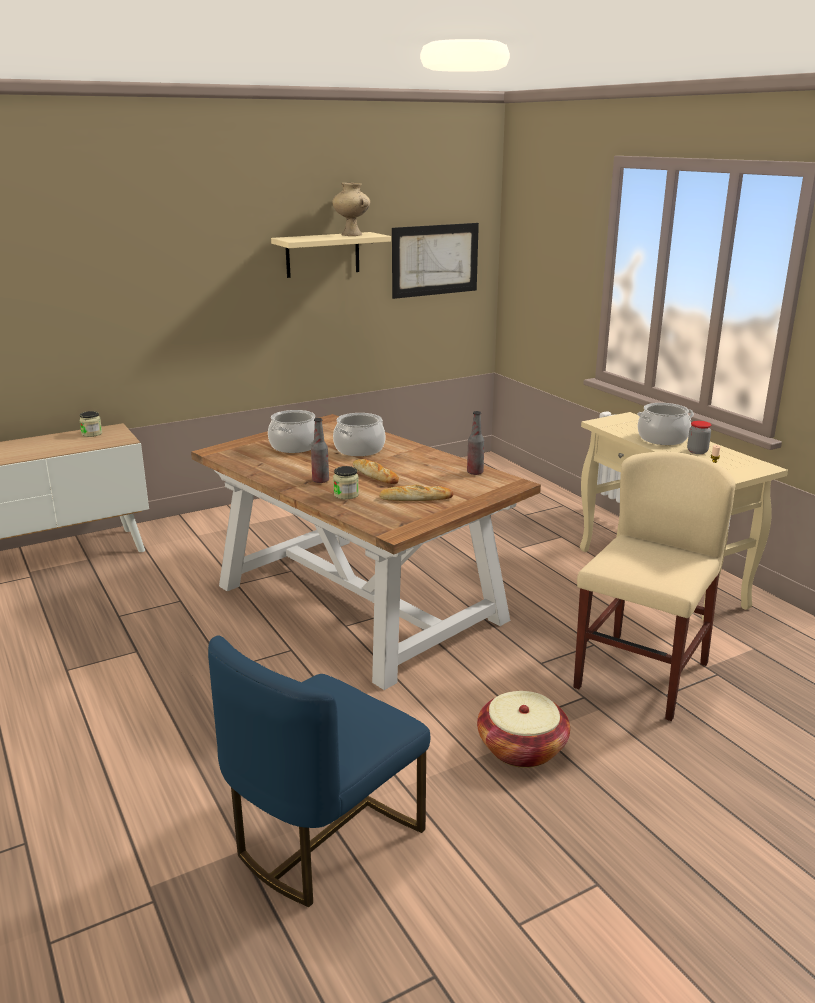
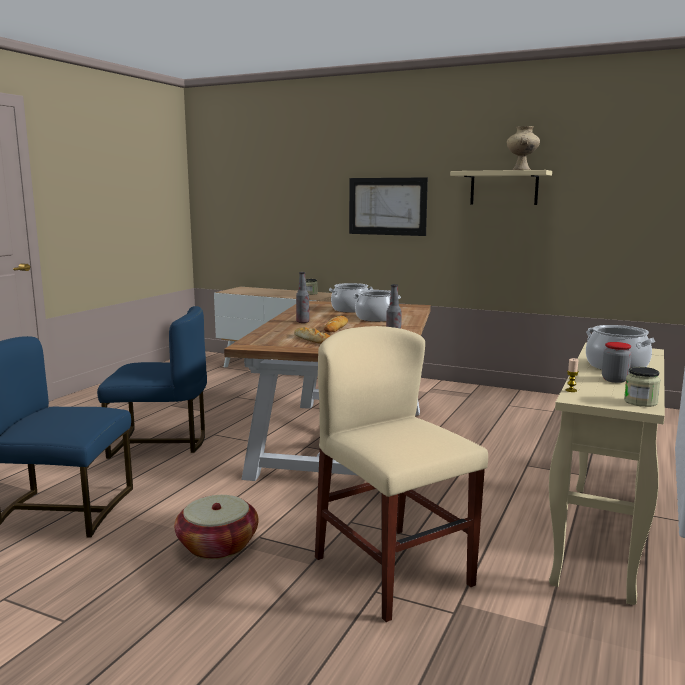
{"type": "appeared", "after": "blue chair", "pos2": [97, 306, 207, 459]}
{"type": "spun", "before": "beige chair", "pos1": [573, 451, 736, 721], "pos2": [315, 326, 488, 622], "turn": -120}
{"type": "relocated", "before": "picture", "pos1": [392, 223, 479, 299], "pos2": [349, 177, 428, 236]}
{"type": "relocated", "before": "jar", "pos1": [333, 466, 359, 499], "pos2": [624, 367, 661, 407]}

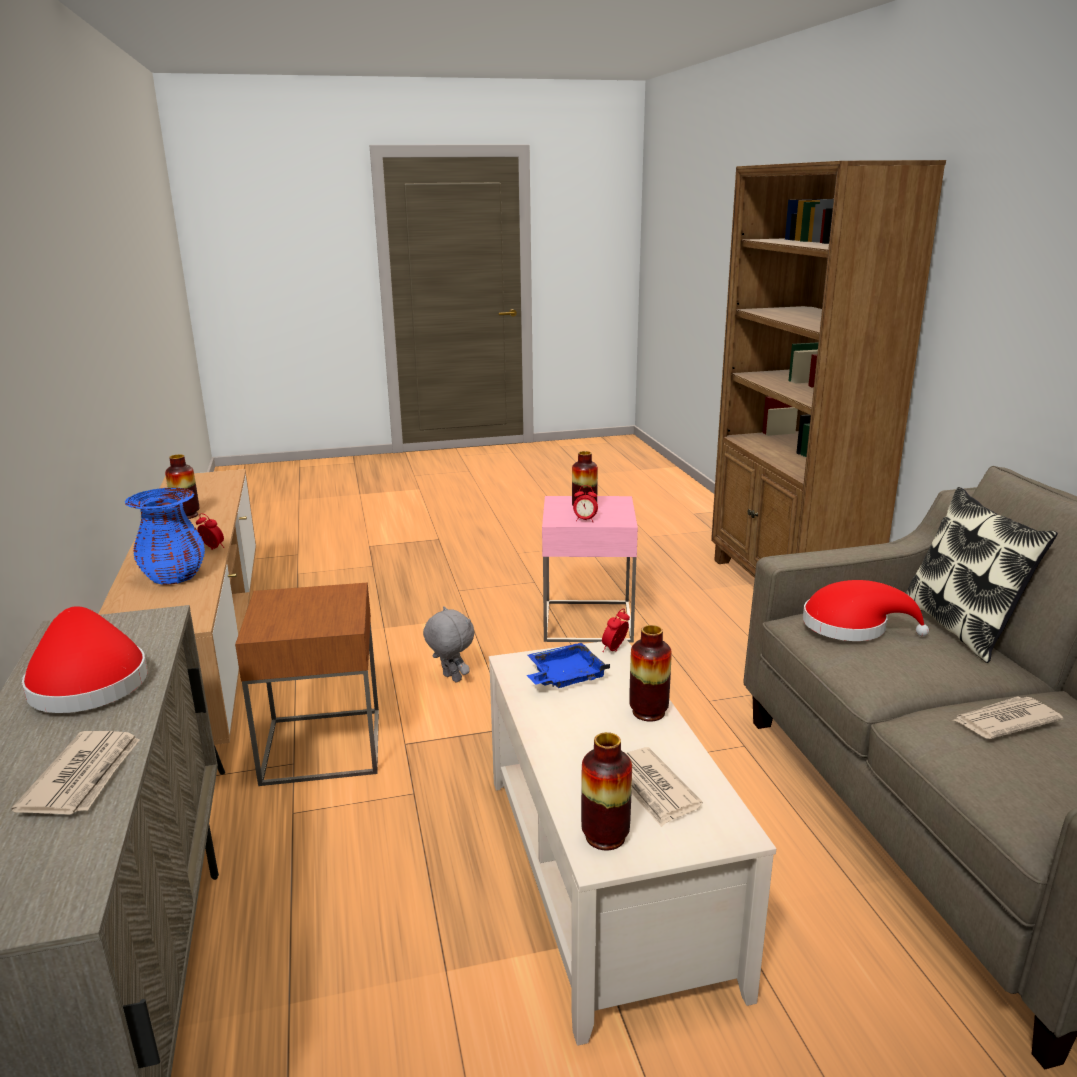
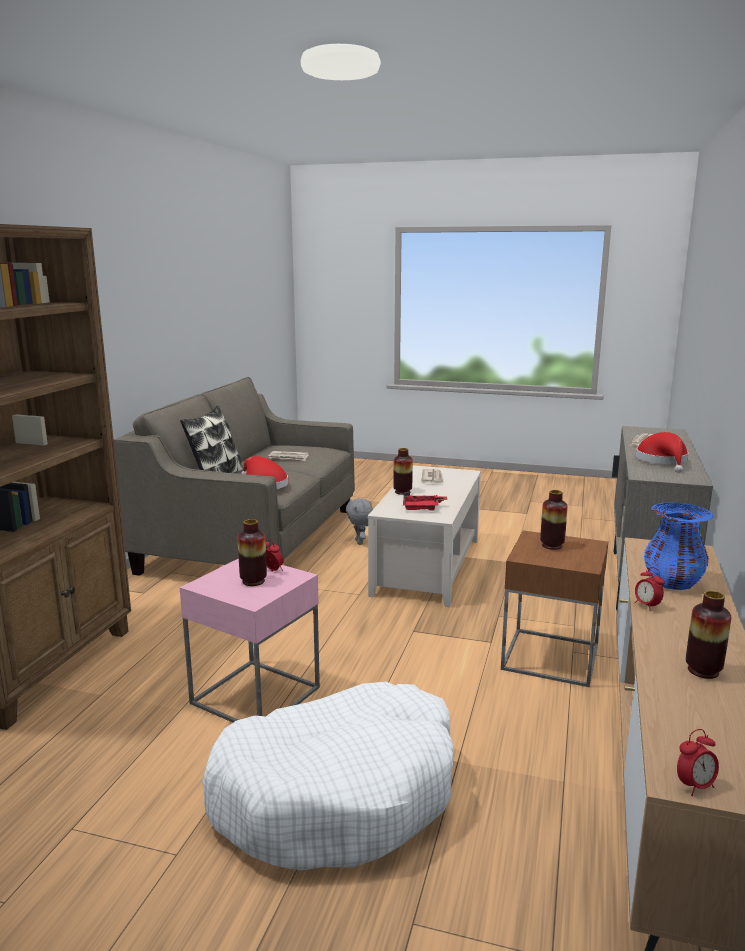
{"type": "appeared", "after": "white dog bed", "pos2": [202, 682, 453, 870]}
{"type": "relocated", "before": "grey plush toy", "pos1": [423, 606, 475, 683], "pos2": [346, 498, 373, 545]}
{"type": "colour", "before": "blue tray", "after": "red tray", "pos1": [527, 643, 610, 688], "pos2": [403, 492, 447, 511]}
{"type": "relocated", "before": "vase", "pos1": [581, 732, 632, 850], "pos2": [540, 490, 568, 550]}
{"type": "relocated", "before": "alarm clock", "pos1": [602, 608, 630, 652], "pos2": [677, 729, 719, 796]}

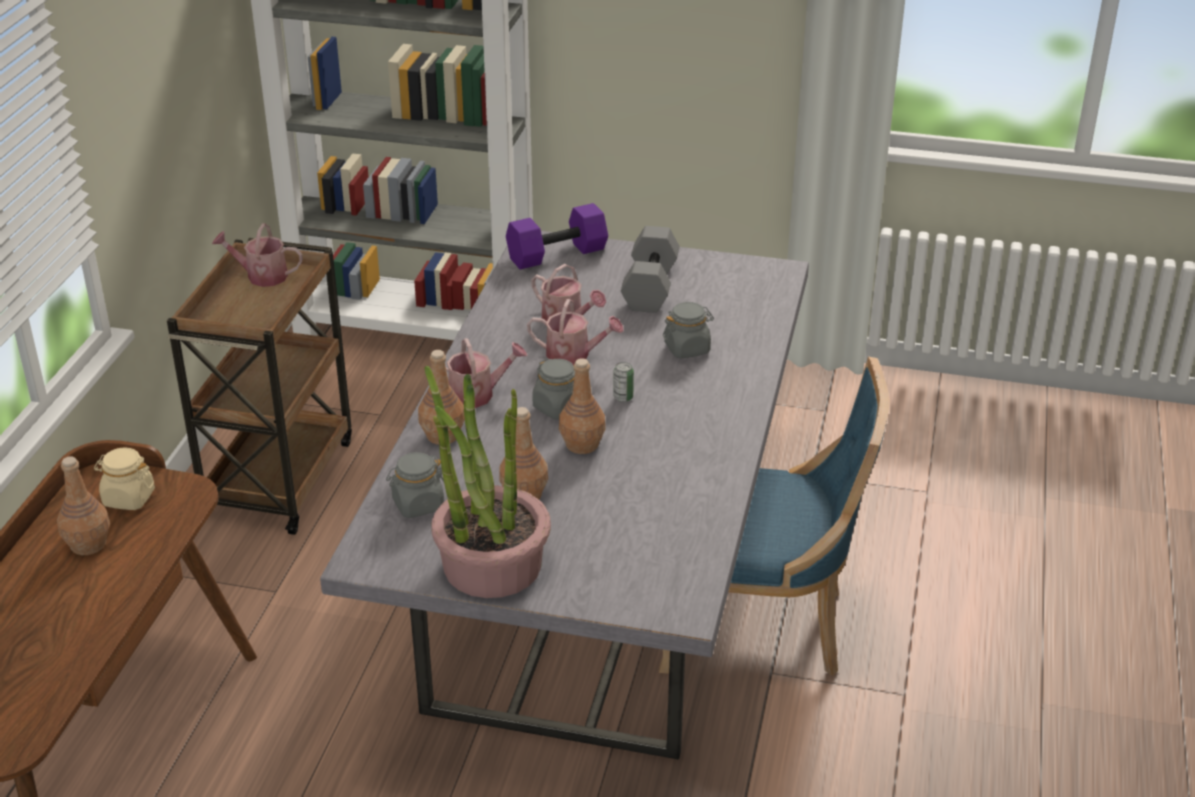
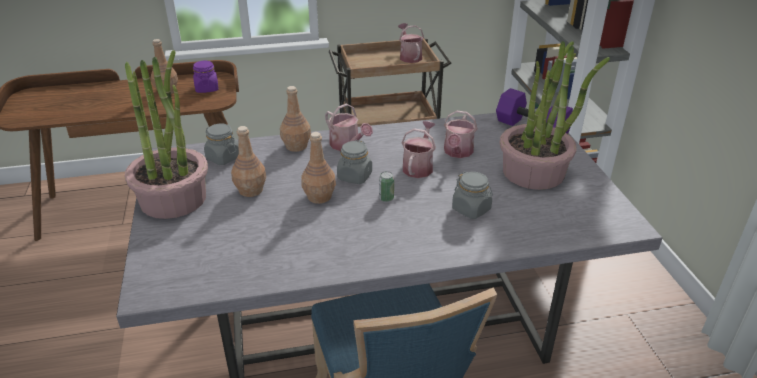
{"type": "colour", "before": "beige jar", "after": "purple jar", "pos1": [94, 447, 155, 510], "pos2": [193, 61, 218, 93]}
{"type": "spun", "before": "watering can", "pos1": [527, 299, 624, 365], "pos2": [402, 121, 436, 178], "turn": -150}
{"type": "exchanged", "before": "grey dumbbell", "after": "potted plant", "pos1": [621, 226, 680, 313], "pos2": [500, 41, 610, 190]}

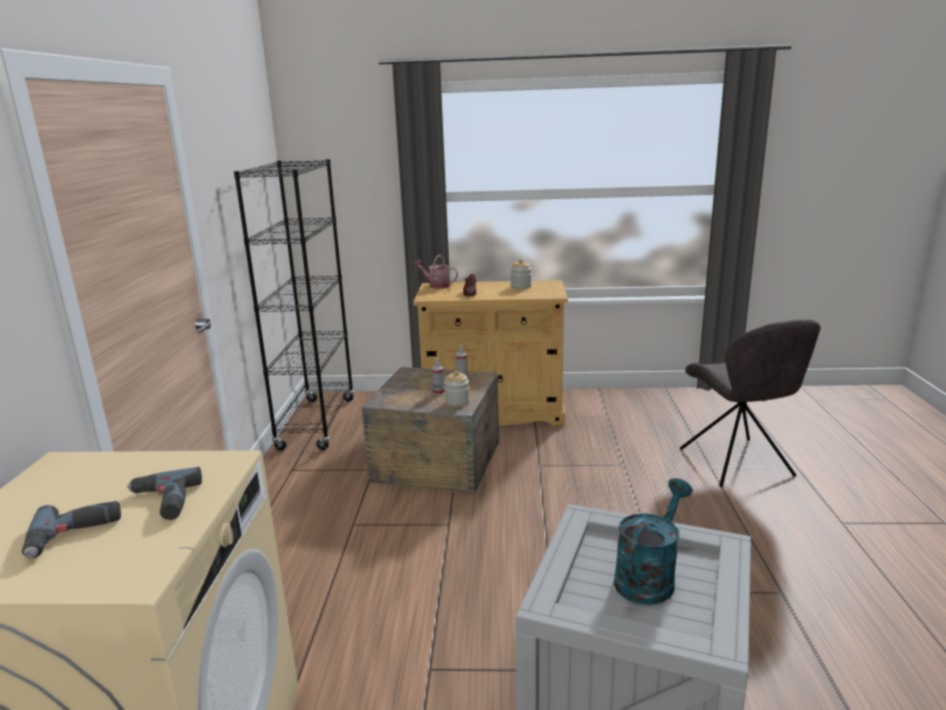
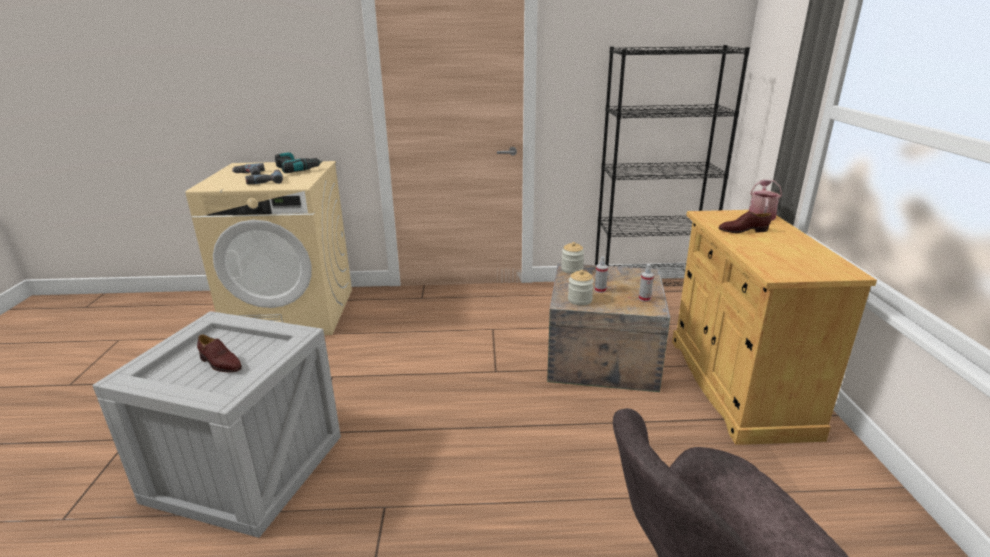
{"type": "exchanged", "before": "turquoise watering can", "after": "brown shoe", "pos1": [614, 478, 693, 605], "pos2": [197, 335, 242, 373]}
{"type": "appeared", "after": "power drill", "pos2": [275, 152, 323, 173]}
{"type": "relocated", "before": "jar", "pos1": [511, 259, 531, 289], "pos2": [561, 242, 584, 274]}

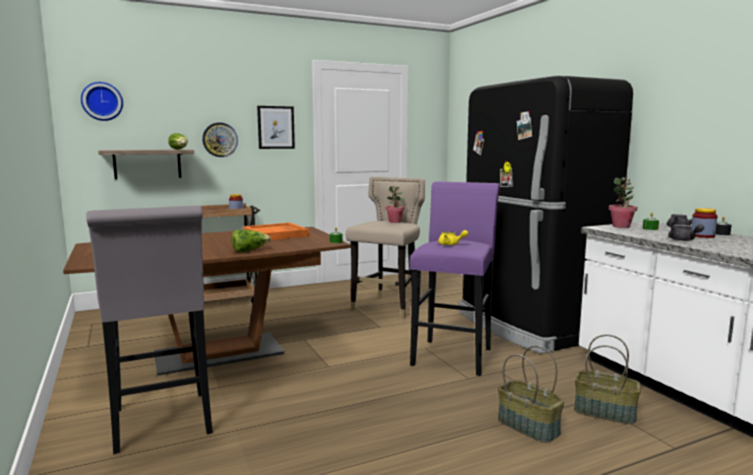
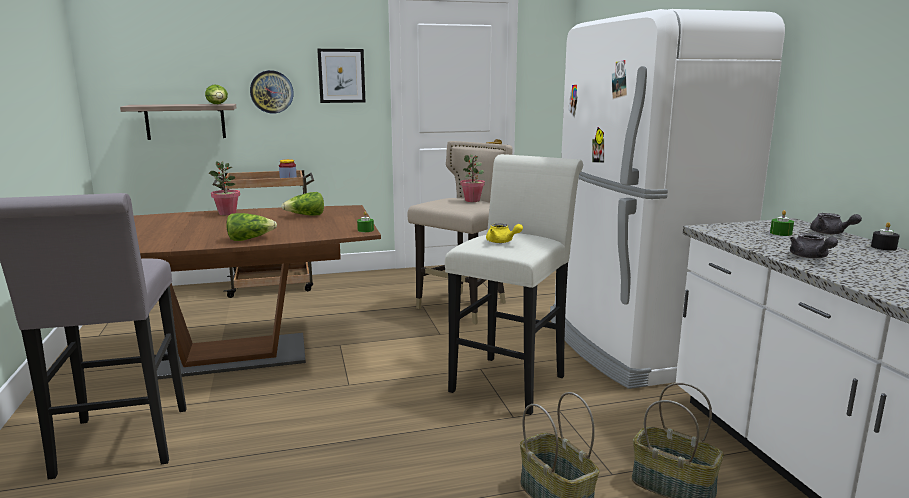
{"type": "relocated", "before": "potted plant", "pos1": [609, 177, 637, 228], "pos2": [209, 161, 240, 215]}
{"type": "exchanged", "before": "orange tray", "after": "lettuce", "pos1": [243, 222, 309, 240], "pos2": [281, 192, 324, 215]}
{"type": "colour", "before": "purple stool", "after": "white stool", "pos1": [410, 182, 500, 376], "pos2": [445, 154, 583, 415]}
{"type": "colour", "before": "black fridge", "after": "white fridge", "pos1": [459, 75, 633, 354], "pos2": [550, 9, 785, 389]}
{"type": "missing", "before": "wall clock", "pos1": [81, 82, 123, 121]}
{"type": "missing", "before": "jar", "pos1": [691, 208, 717, 238]}

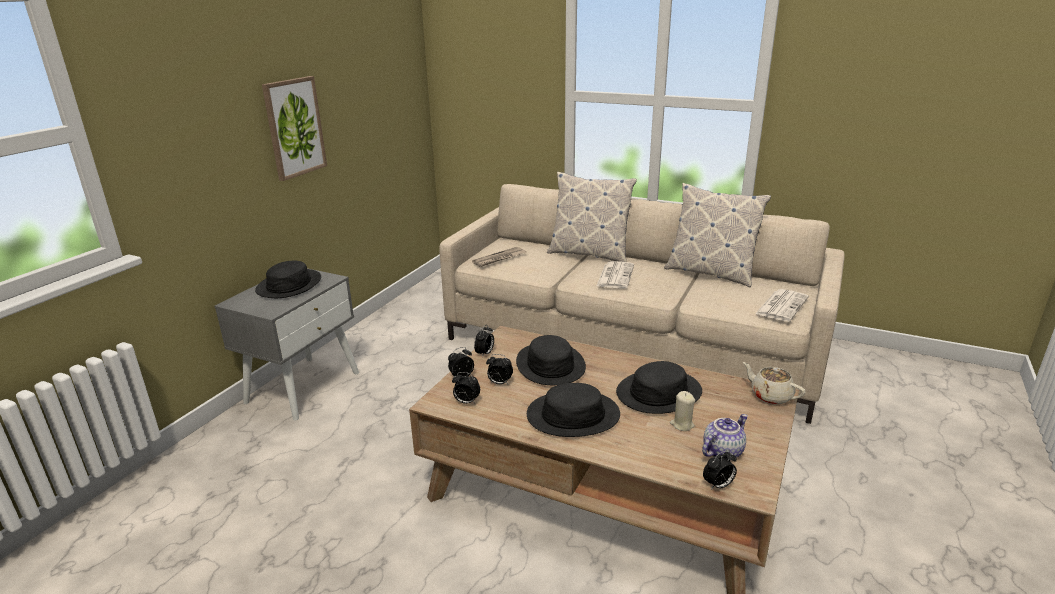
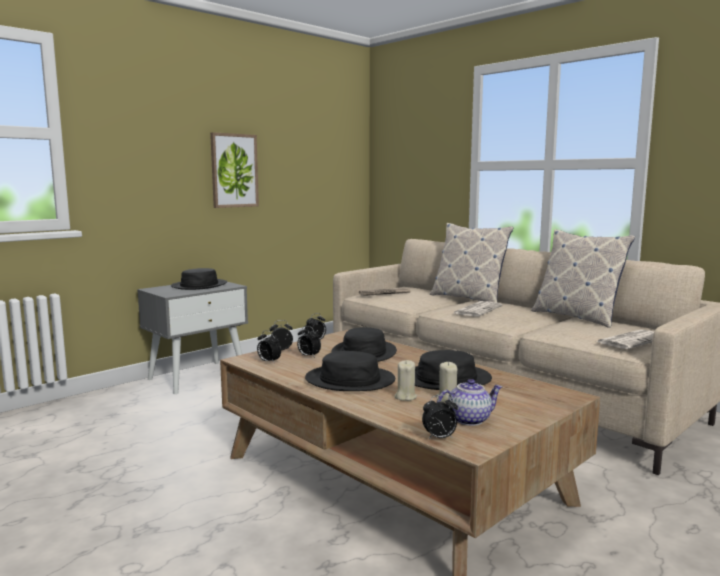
{"type": "appeared", "after": "beige candle", "pos2": [395, 360, 417, 401]}
{"type": "missing", "before": "beige teapot", "pos1": [743, 362, 805, 404]}

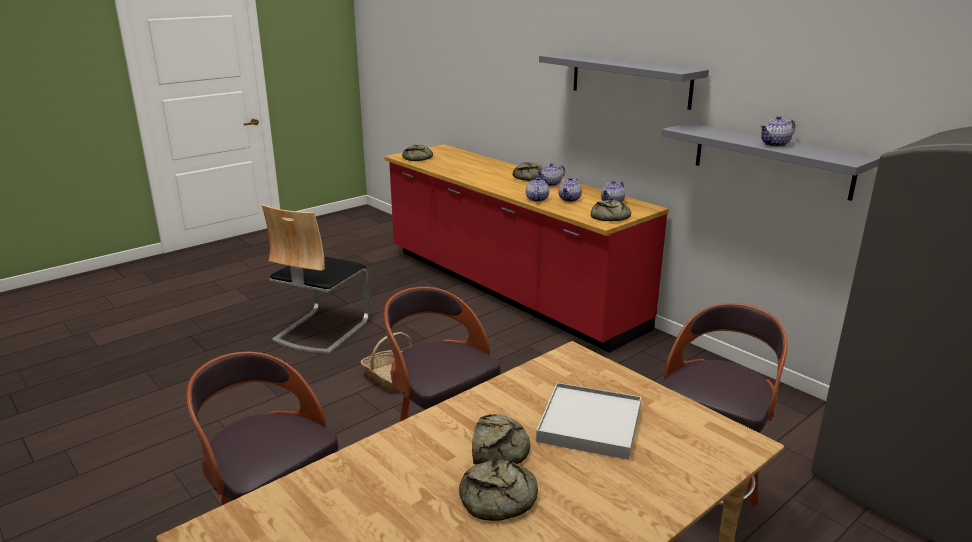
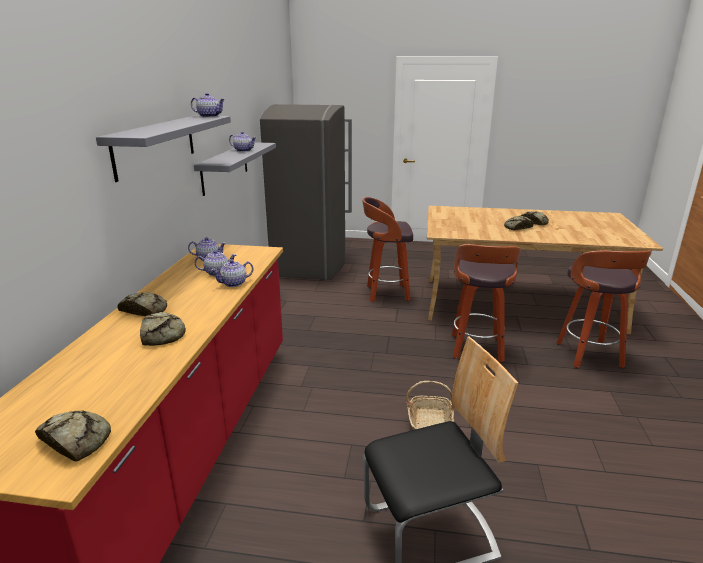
{"type": "relocated", "before": "bread", "pos1": [591, 199, 631, 221], "pos2": [140, 312, 186, 346]}
{"type": "relocated", "before": "teapot", "pos1": [537, 163, 565, 186], "pos2": [191, 93, 225, 118]}
{"type": "missing", "before": "white tray", "pos1": [536, 383, 641, 460]}

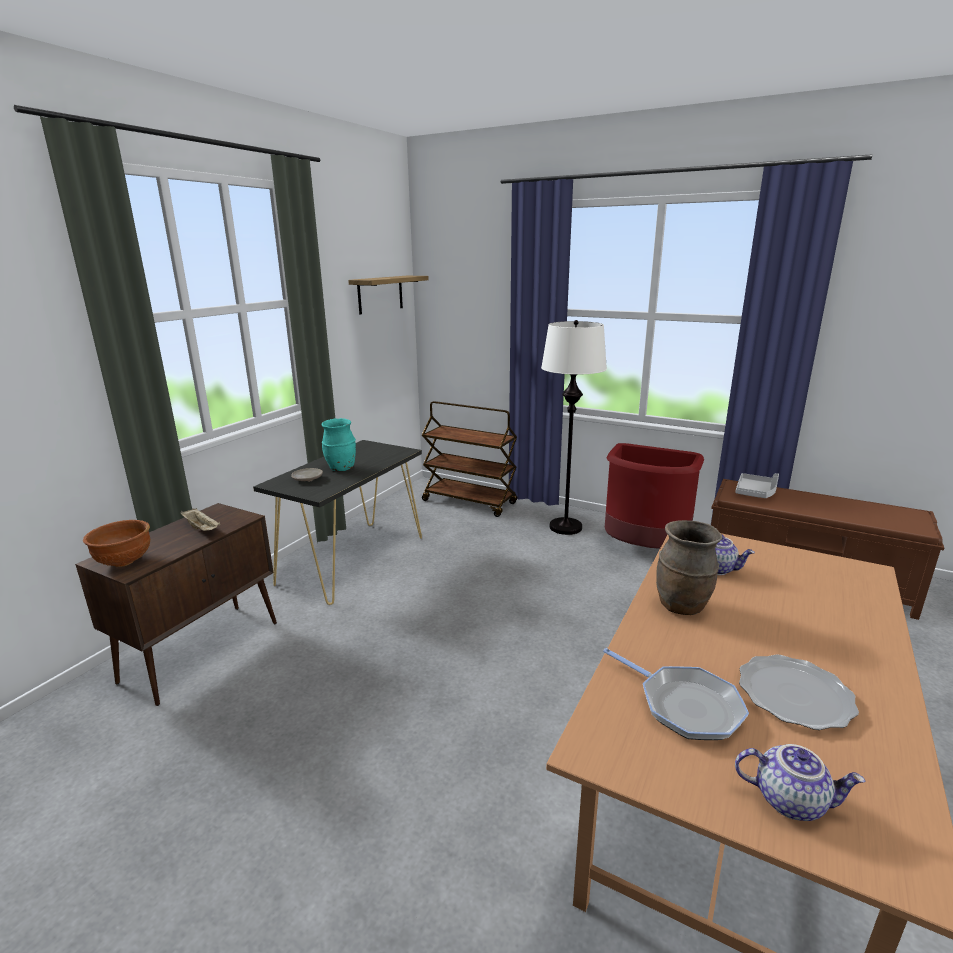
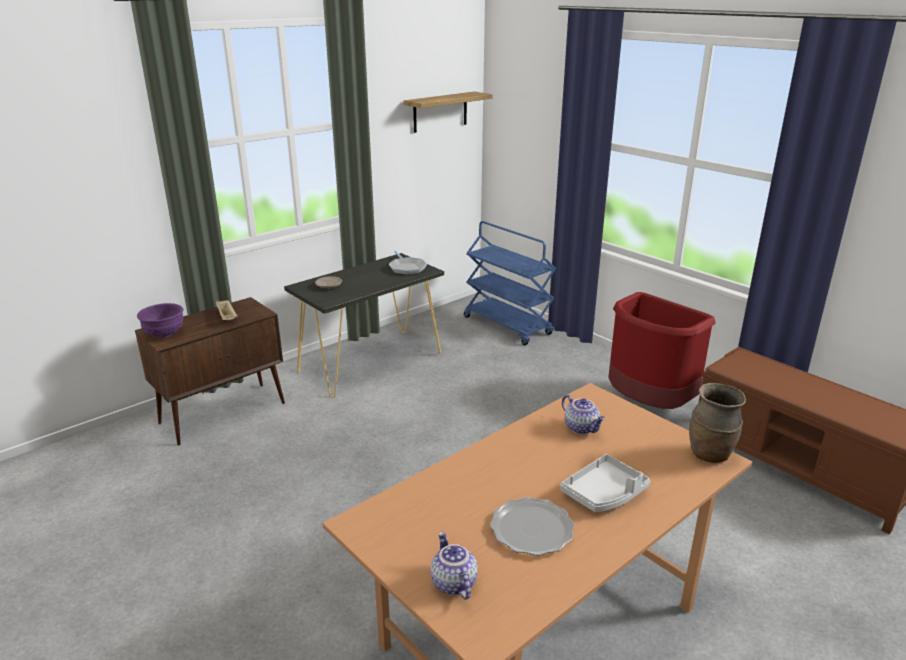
{"type": "colour", "before": "brown bowl", "after": "purple bowl", "pos1": [83, 520, 150, 567], "pos2": [137, 303, 183, 338]}
{"type": "relocated", "before": "frying pan", "pos1": [603, 648, 749, 740], "pos2": [389, 251, 427, 275]}
{"type": "spun", "before": "teapot", "pos1": [735, 744, 865, 821], "pos2": [431, 532, 478, 600], "turn": -150}
{"type": "colour", "before": "brown cart", "after": "blue cart", "pos1": [422, 401, 517, 517], "pos2": [464, 221, 556, 345]}
{"type": "relocated", "before": "grey tray", "pos1": [735, 473, 779, 498], "pos2": [560, 454, 650, 512]}
{"type": "relocated", "before": "brown vase", "pos1": [656, 520, 722, 615], "pos2": [689, 383, 746, 463]}
{"type": "missing", "before": "turquoise vase", "pos1": [322, 418, 356, 471]}
{"type": "missing", "before": "white floor lamp", "pos1": [541, 320, 607, 535]}

